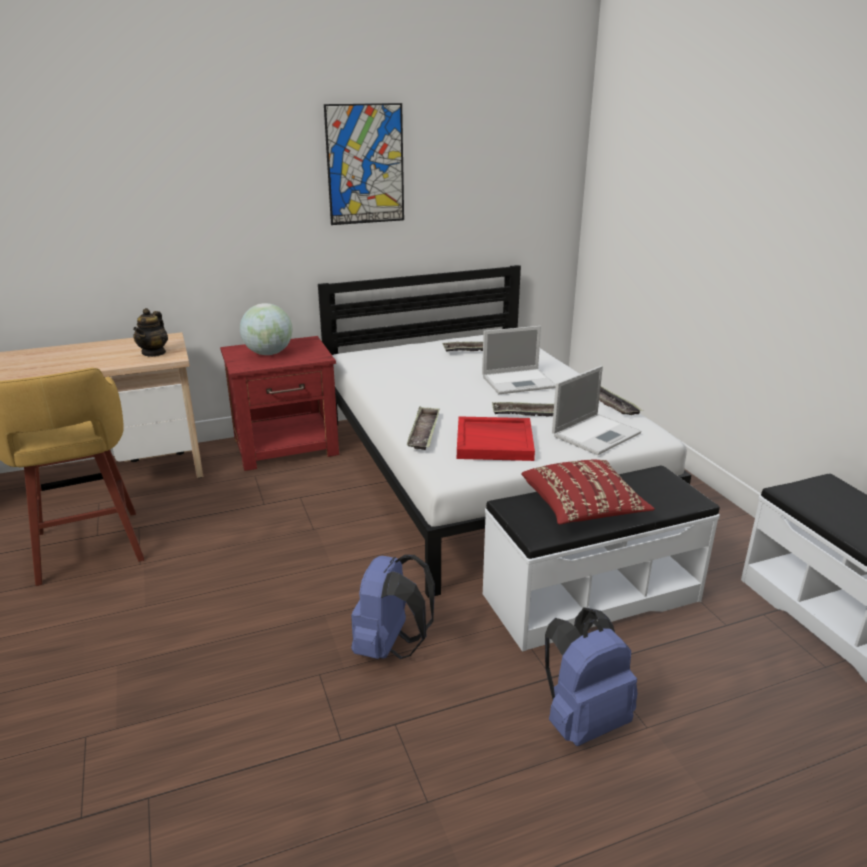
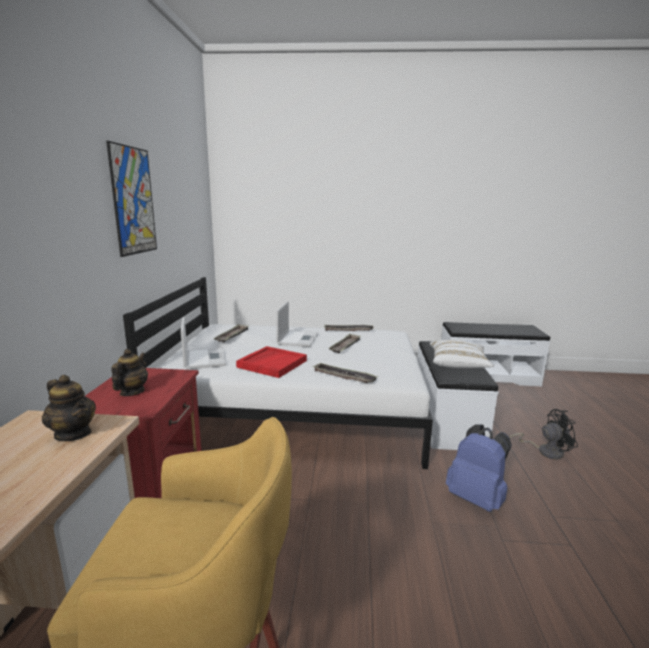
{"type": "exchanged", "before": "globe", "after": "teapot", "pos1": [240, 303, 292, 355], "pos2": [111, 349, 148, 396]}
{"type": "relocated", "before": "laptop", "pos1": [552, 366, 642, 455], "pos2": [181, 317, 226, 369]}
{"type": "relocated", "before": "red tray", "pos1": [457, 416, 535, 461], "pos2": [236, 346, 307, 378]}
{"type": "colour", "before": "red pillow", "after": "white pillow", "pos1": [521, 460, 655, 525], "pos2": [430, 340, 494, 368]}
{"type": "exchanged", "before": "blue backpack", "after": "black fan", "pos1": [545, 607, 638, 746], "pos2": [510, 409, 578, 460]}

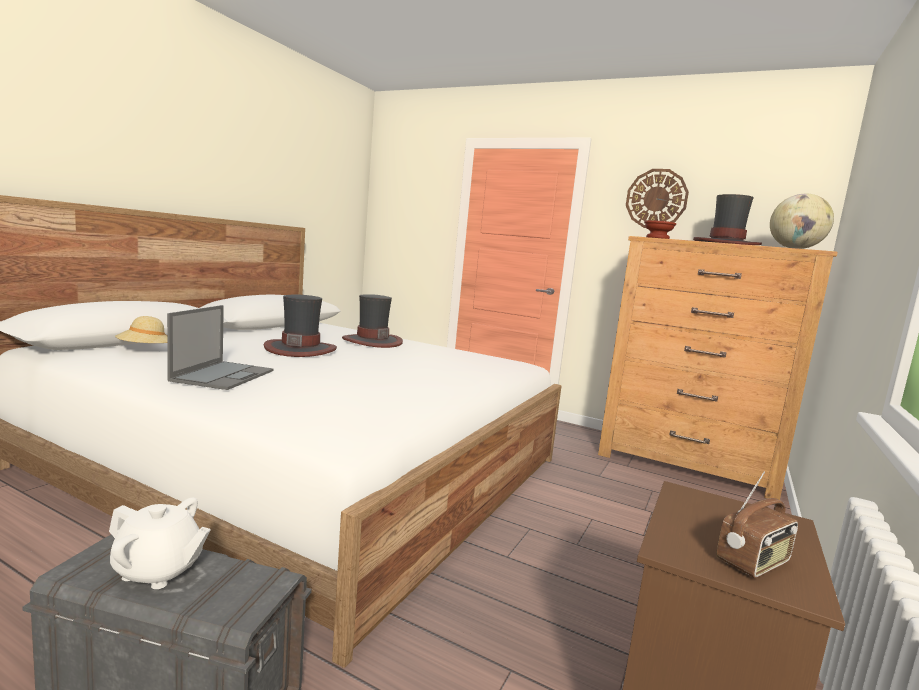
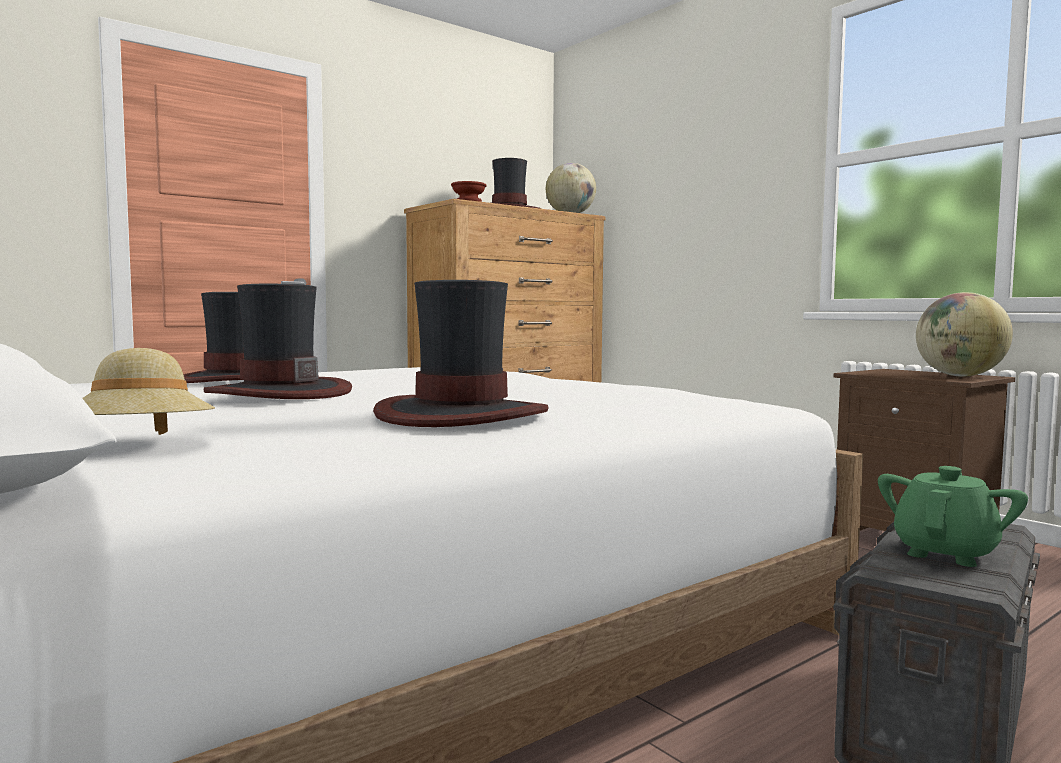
{"type": "exchanged", "before": "laptop", "after": "hat", "pos1": [167, 305, 273, 390], "pos2": [373, 280, 548, 427]}
{"type": "colour", "before": "white teapot", "after": "green teapot", "pos1": [109, 497, 211, 589], "pos2": [878, 466, 1028, 567]}
{"type": "exchanged", "before": "radio", "after": "globe", "pos1": [716, 472, 798, 578], "pos2": [916, 292, 1013, 377]}
{"type": "missing", "before": "wall clock", "pos1": [626, 169, 689, 228]}

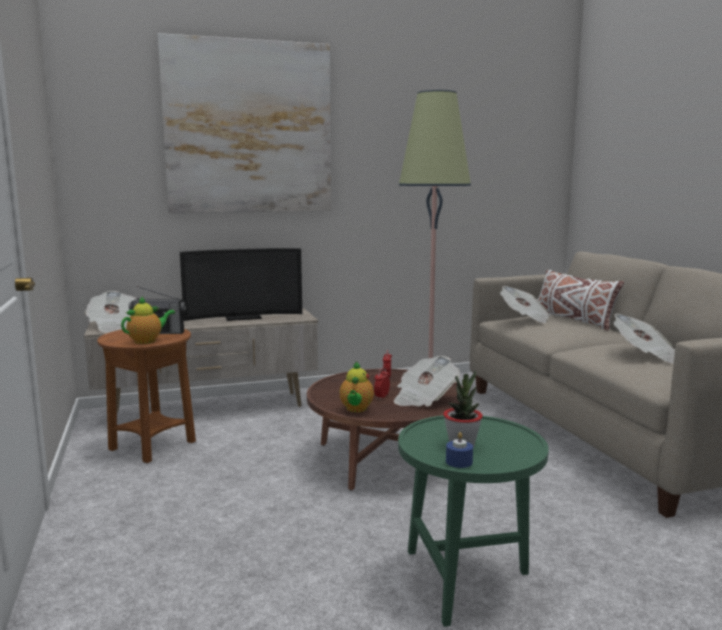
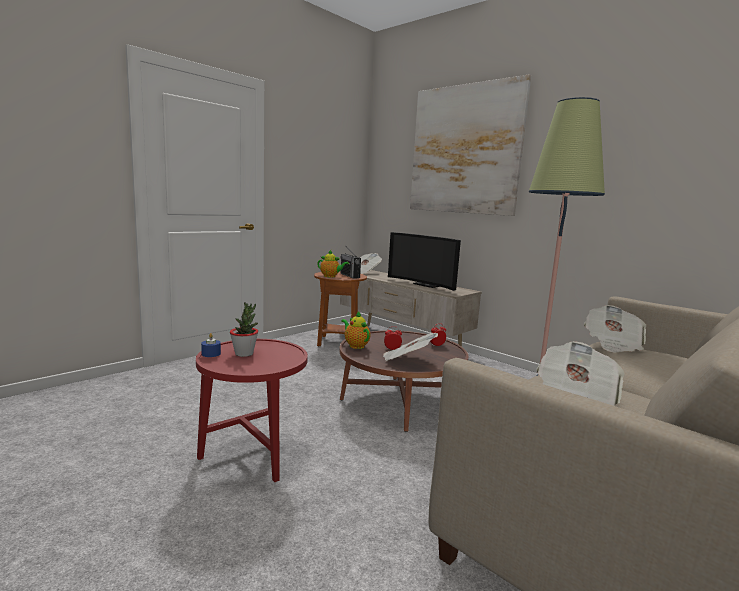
{"type": "colour", "before": "green side table", "after": "red side table", "pos1": [398, 415, 549, 627], "pos2": [196, 339, 308, 482]}
{"type": "spun", "before": "teapot", "pos1": [340, 361, 374, 412], "pos2": [341, 311, 371, 349], "turn": 75}
{"type": "missing", "before": "white pillow", "pos1": [538, 270, 624, 331]}

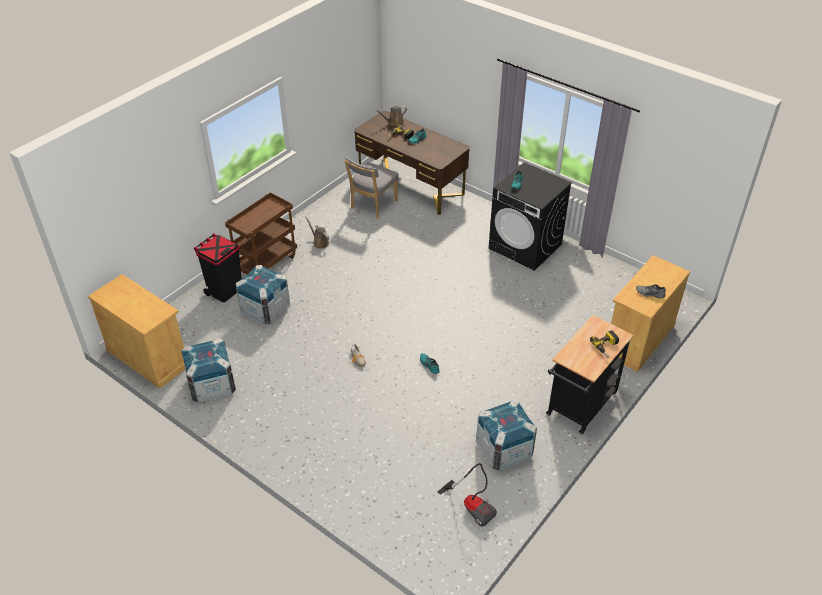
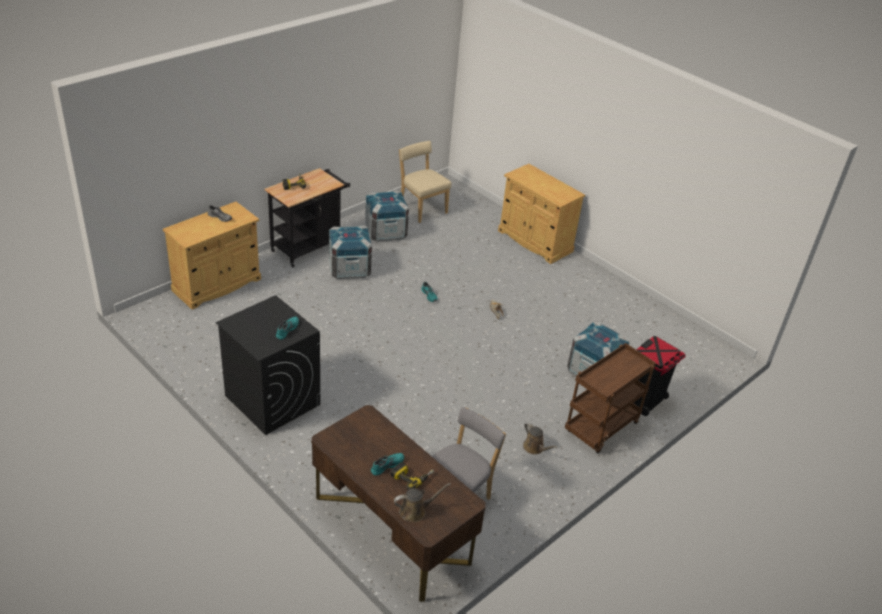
{"type": "relocated", "before": "crate", "pos1": [181, 338, 236, 403], "pos2": [329, 226, 372, 279]}
{"type": "exchanged", "before": "vacuum cleaner", "after": "beige chair", "pos1": [438, 463, 497, 526], "pos2": [399, 141, 451, 223]}
{"type": "relocated", "before": "beige cabinet", "pos1": [88, 274, 185, 388], "pos2": [498, 164, 585, 264]}

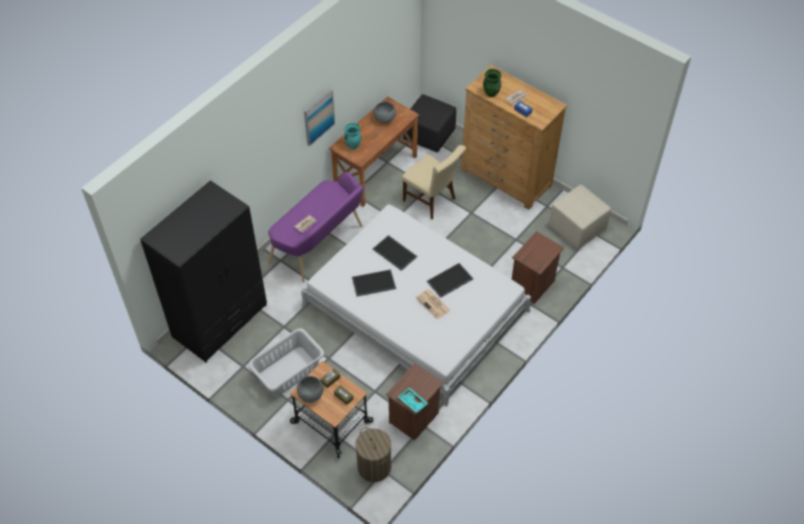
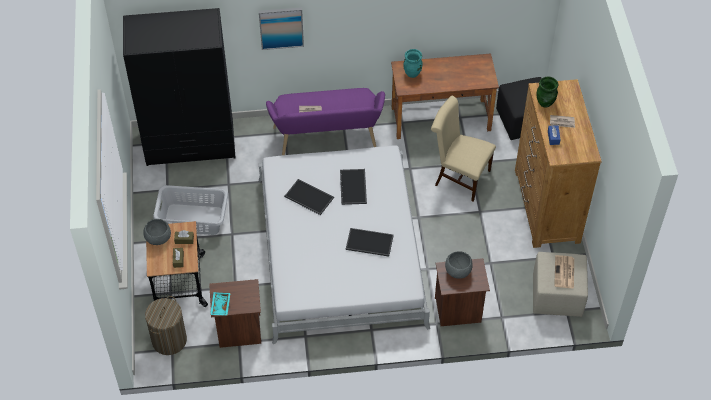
{"type": "relocated", "before": "picture", "pos1": [304, 89, 335, 146], "pos2": [259, 7, 304, 50]}
{"type": "spun", "before": "beige chair", "pos1": [402, 145, 466, 219], "pos2": [431, 96, 496, 202], "turn": 120}
{"type": "relocated", "before": "grey bowl", "pos1": [374, 102, 396, 123], "pos2": [445, 251, 473, 279]}
{"type": "relocated", "before": "newspaper", "pos1": [416, 289, 450, 319], "pos2": [554, 255, 574, 289]}

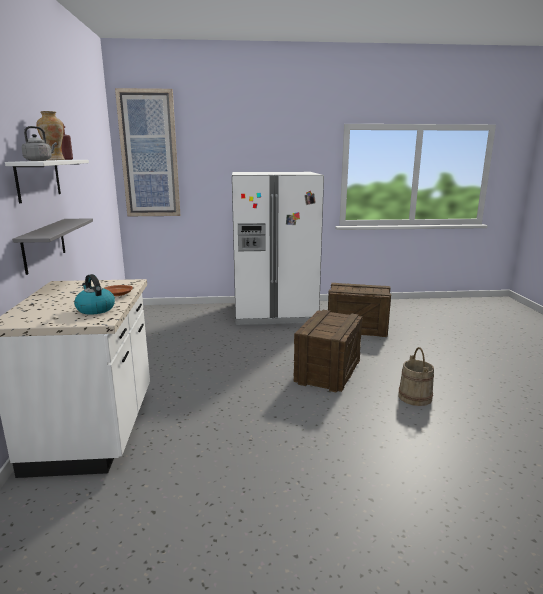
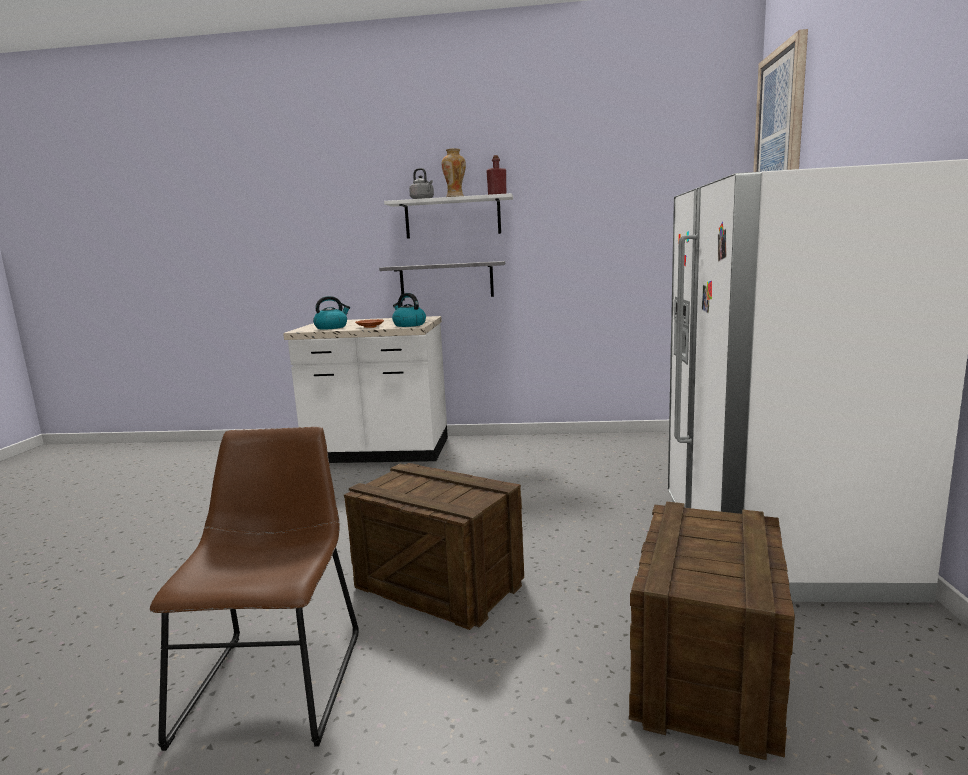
{"type": "exchanged", "before": "beige bucket", "after": "brown chair", "pos1": [398, 347, 434, 406], "pos2": [150, 427, 359, 751]}
{"type": "appeared", "after": "kettle", "pos2": [392, 293, 426, 327]}

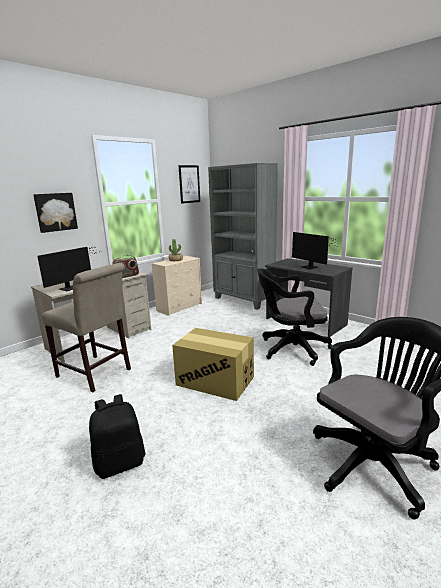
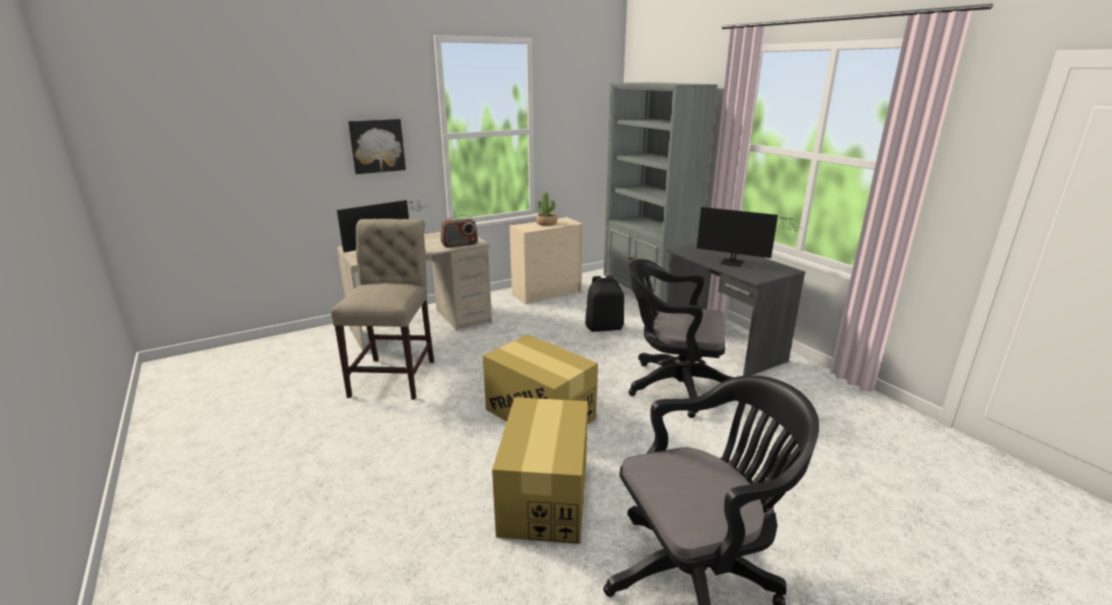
{"type": "spun", "before": "beige chair", "pos1": [42, 263, 131, 392], "pos2": [331, 219, 434, 400], "turn": -135}
{"type": "appeared", "after": "cardboard box", "pos2": [492, 397, 588, 544]}
{"type": "relocated", "before": "black backpack", "pos1": [89, 394, 145, 479], "pos2": [585, 275, 624, 332]}
{"type": "spun", "before": "monitor", "pos1": [292, 232, 337, 269], "pos2": [697, 207, 802, 267], "turn": -45}
{"type": "missing", "before": "picture", "pos1": [178, 165, 200, 204]}

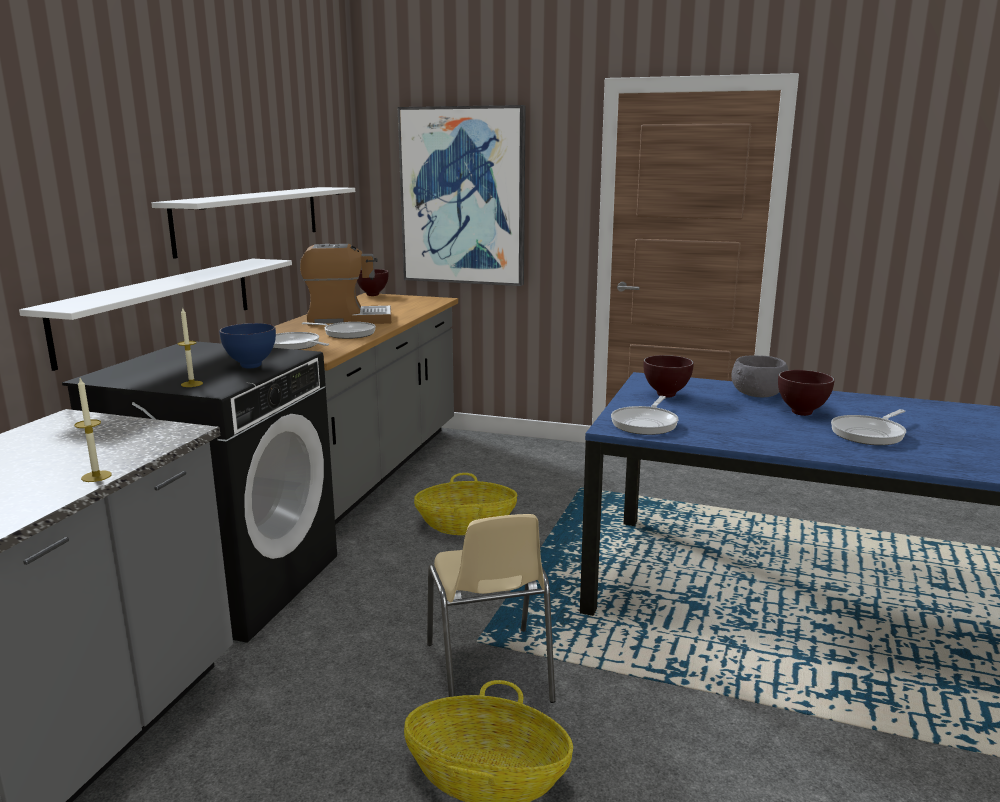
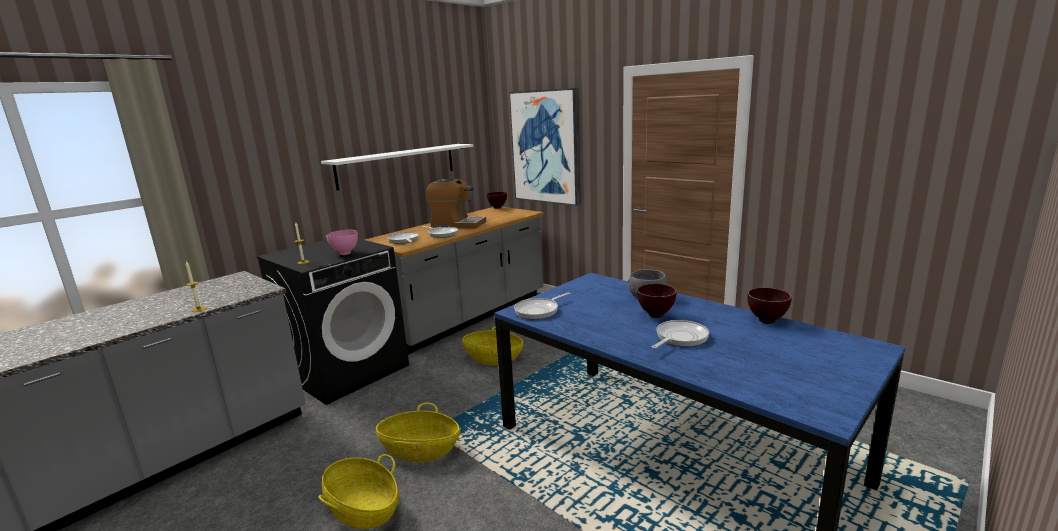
{"type": "colour", "before": "blue bowl", "after": "pink bowl", "pos1": [219, 323, 276, 368], "pos2": [326, 230, 358, 255]}
{"type": "exchanged", "before": "beige chair", "after": "basket", "pos1": [427, 514, 555, 703], "pos2": [376, 403, 460, 462]}
{"type": "spun", "before": "frying pan", "pos1": [831, 409, 906, 445], "pos2": [652, 320, 709, 349], "turn": 150}
{"type": "relocated", "before": "brown bowl", "pos1": [643, 355, 694, 398], "pos2": [747, 287, 792, 324]}
{"type": "missing", "before": "white shelf", "pos1": [19, 259, 292, 371]}

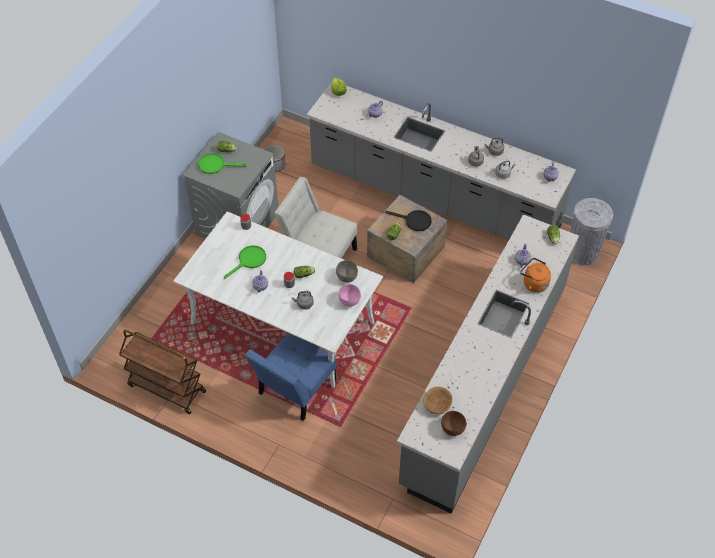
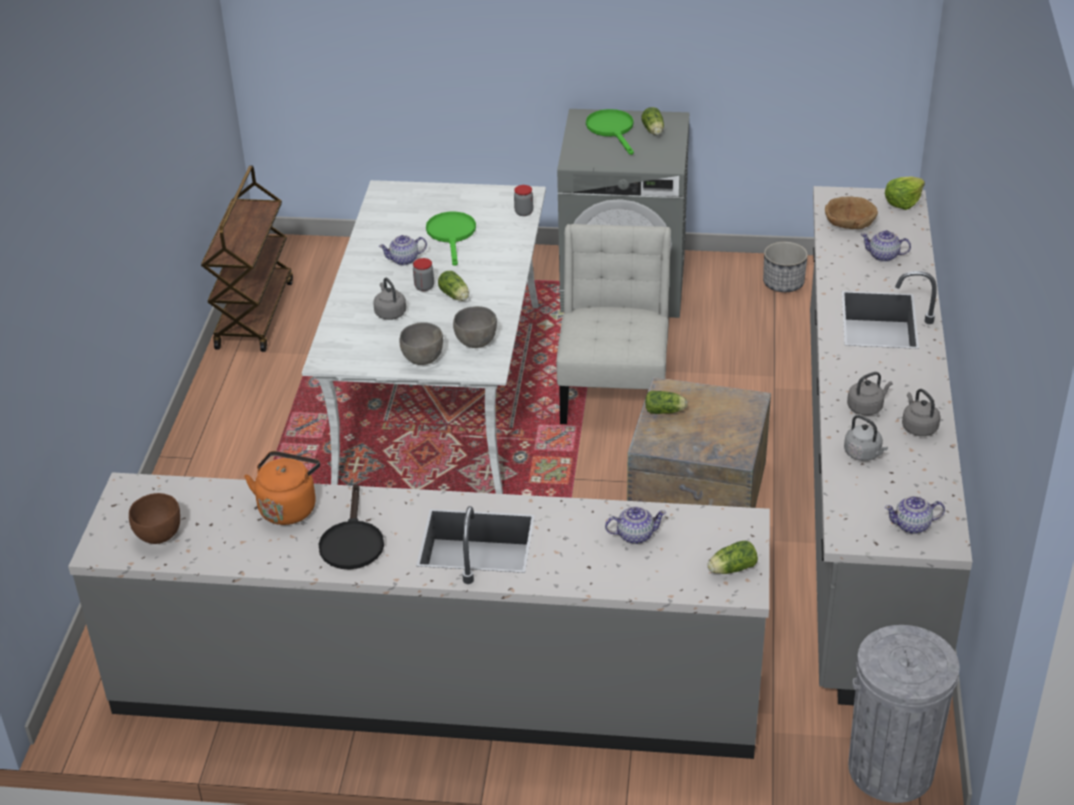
{"type": "relocated", "before": "orange kettle", "pos1": [520, 258, 551, 293], "pos2": [244, 451, 320, 525]}
{"type": "relocated", "before": "black frying pan", "pos1": [385, 210, 432, 231], "pos2": [318, 484, 384, 570]}
{"type": "colour", "before": "pink bowl", "after": "grey bowl", "pos1": [338, 284, 361, 307], "pos2": [400, 322, 443, 365]}
{"type": "spun", "before": "green frying pan", "pos1": [224, 245, 266, 278], "pos2": [426, 212, 476, 266], "turn": -120}
{"type": "relocated", "before": "brown bowl", "pos1": [423, 387, 452, 414], "pos2": [825, 197, 878, 229]}
{"type": "missing", "before": "blue chair", "pos1": [245, 333, 337, 421]}

